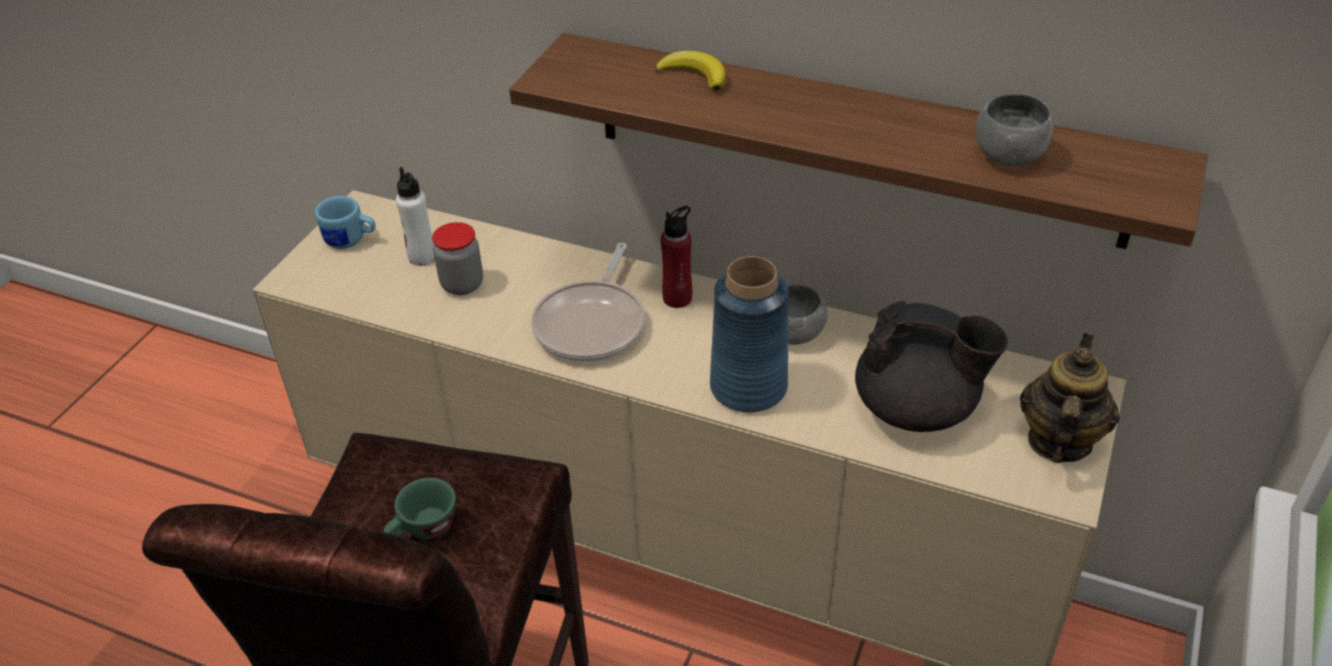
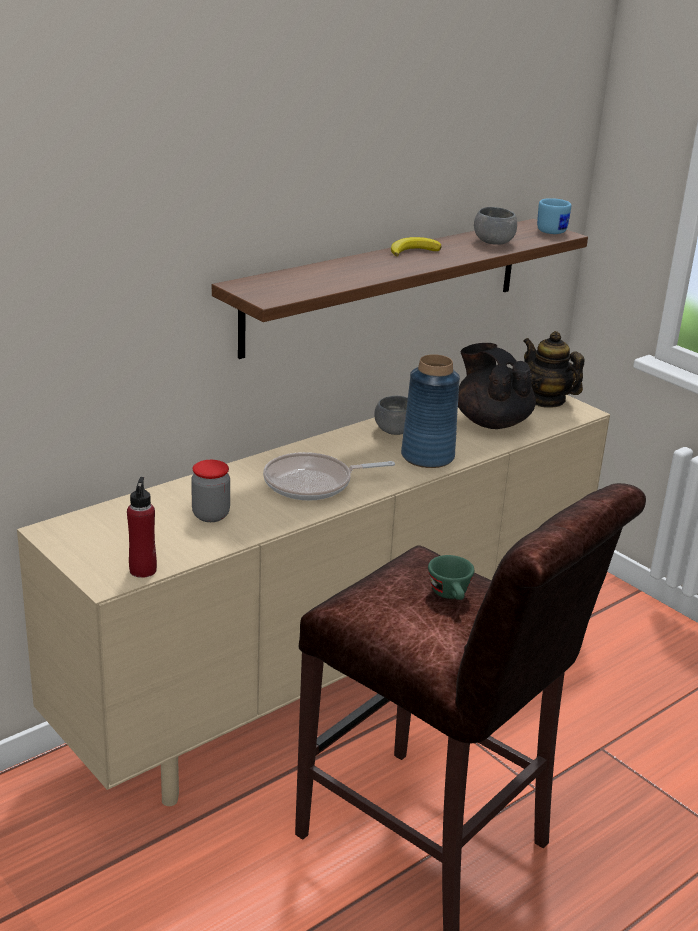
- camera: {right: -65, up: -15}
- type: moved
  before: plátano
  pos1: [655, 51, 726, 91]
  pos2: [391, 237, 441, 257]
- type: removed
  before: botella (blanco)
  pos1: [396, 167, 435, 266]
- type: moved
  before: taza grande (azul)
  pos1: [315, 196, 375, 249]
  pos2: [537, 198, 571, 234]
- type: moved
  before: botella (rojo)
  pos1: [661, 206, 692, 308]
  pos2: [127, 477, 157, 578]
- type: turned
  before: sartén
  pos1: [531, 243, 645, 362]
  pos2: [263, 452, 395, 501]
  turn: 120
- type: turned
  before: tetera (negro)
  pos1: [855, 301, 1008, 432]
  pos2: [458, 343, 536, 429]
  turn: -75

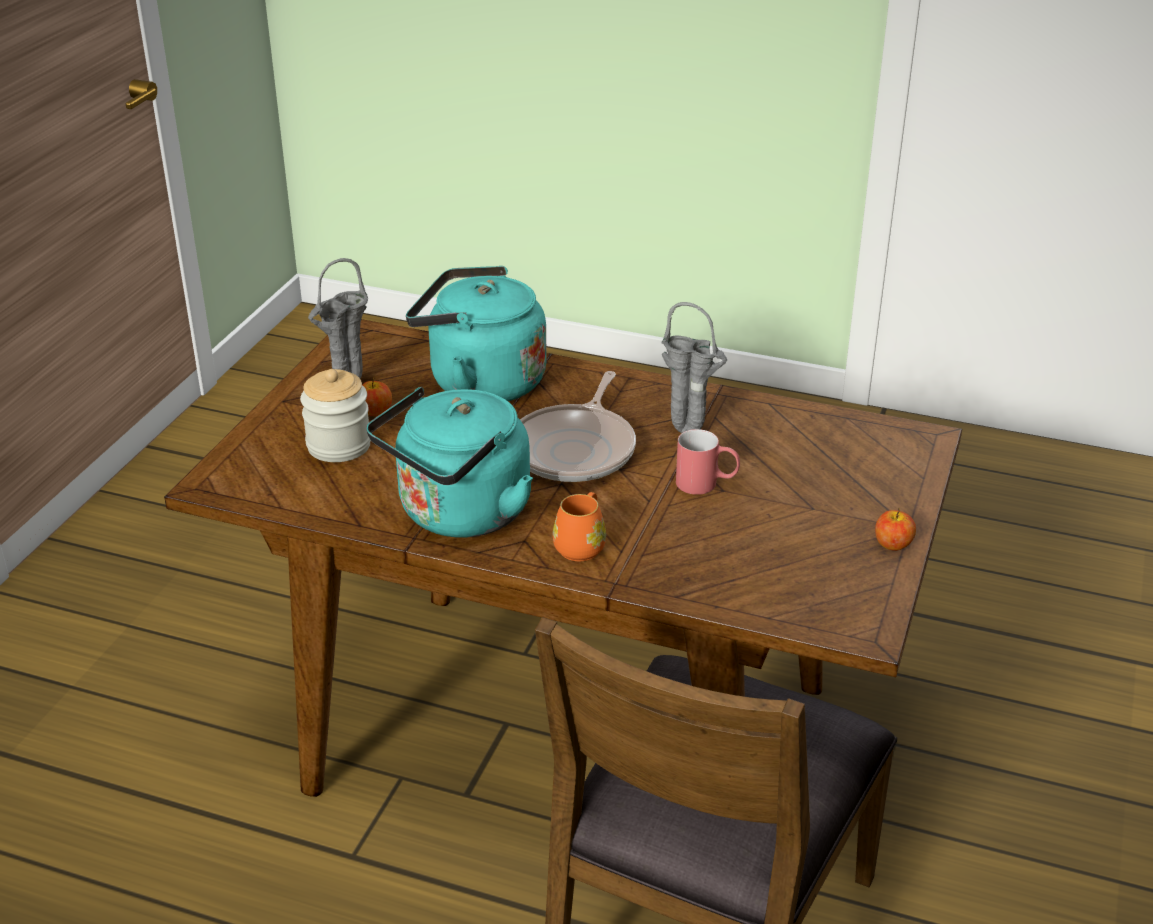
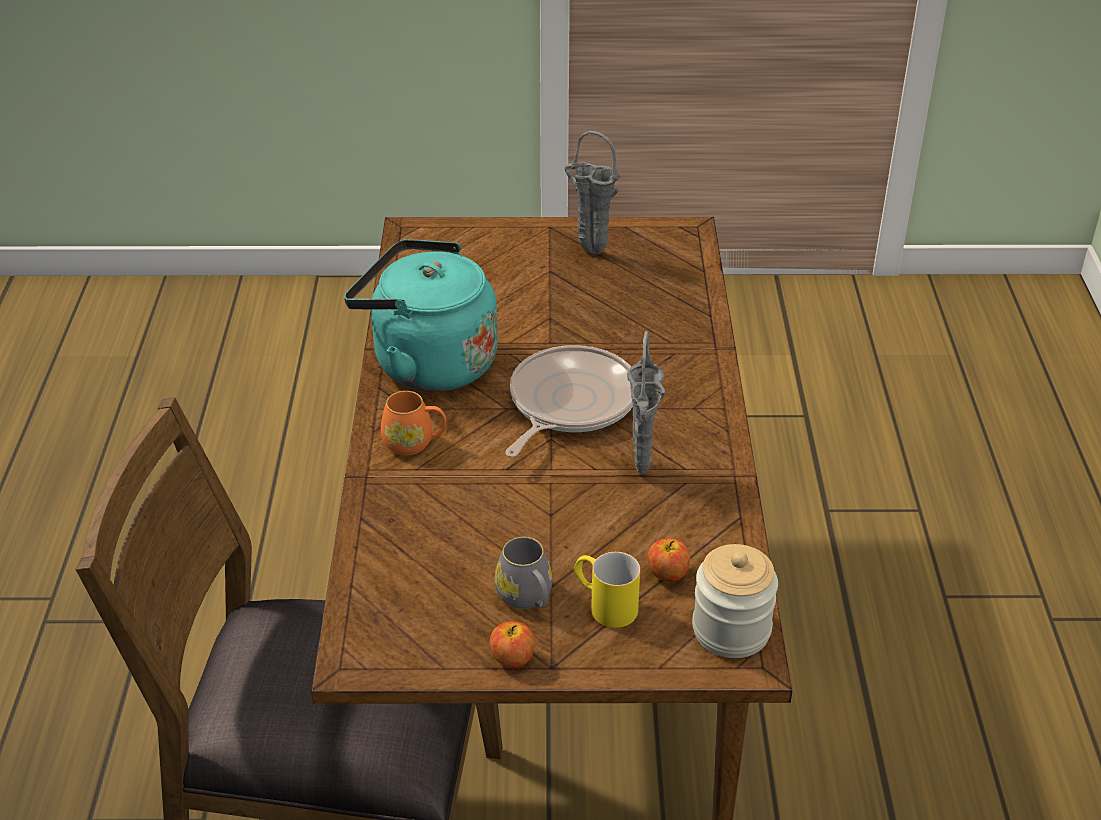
- camera: {right: 70, up: 5}
- type: removed
  before: hervidor (turquesa)
  pos1: [406, 266, 547, 401]
- type: moved
  before: tarro
  pos1: [300, 369, 371, 462]
  pos2: [692, 544, 778, 658]
- type: turned
  before: sartén
  pos1: [520, 371, 636, 482]
  pos2: [505, 345, 633, 457]
  turn: 120
- type: moved
  before: manzana
  pos1: [362, 378, 392, 416]
  pos2: [647, 538, 690, 582]
- type: removed
  before: taza grande (rojo)
  pos1: [676, 429, 740, 495]
- type: added
  after: taza grande (gris)
  pos2: [495, 537, 553, 609]
- type: added
  after: taza grande (amarillo)
  pos2: [574, 552, 640, 628]

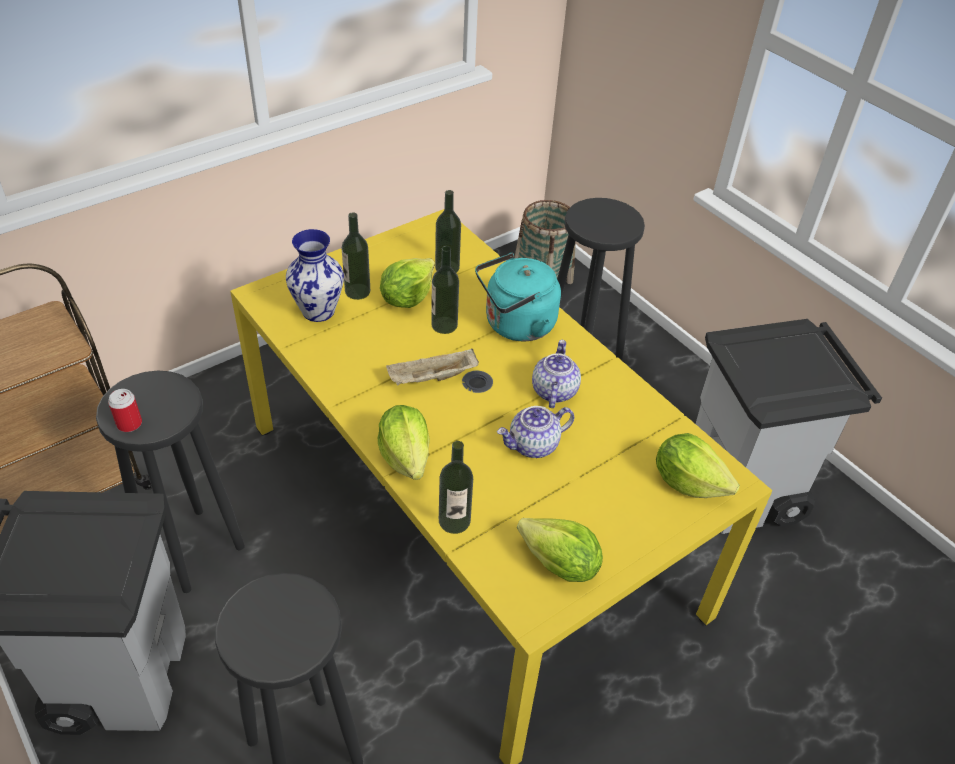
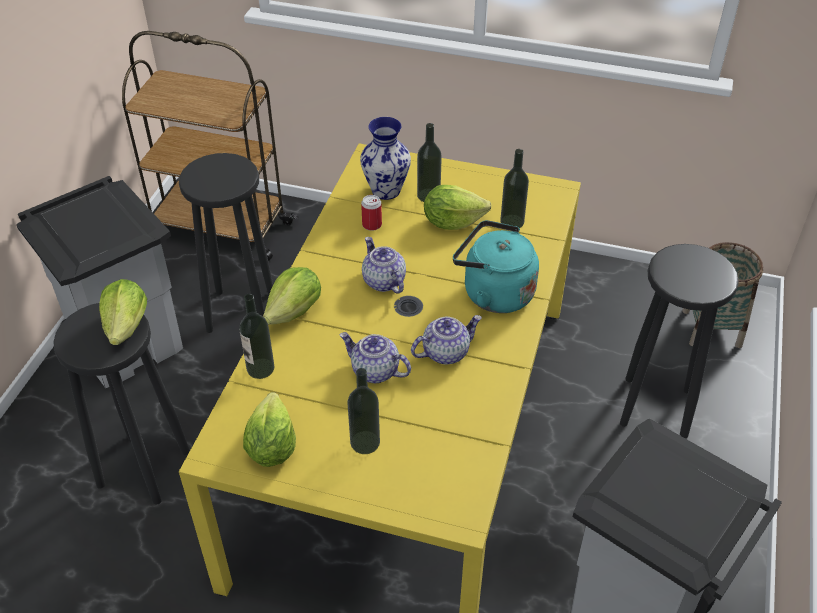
- camera: {right: 55, up: 0}
- type: moved
  before: botella
  pos1: [431, 246, 459, 334]
  pos2: [348, 368, 380, 454]
- type: replaced
  before: bandeja (beis)
  after: tetera
  pos1: [386, 348, 479, 385]
  pos2: [362, 237, 406, 294]
- type: moved
  before: lata
  pos1: [108, 389, 142, 432]
  pos2: [361, 195, 382, 231]
- type: moved
  before: lechuga
  pos1: [656, 433, 740, 498]
  pos2: [99, 279, 147, 345]

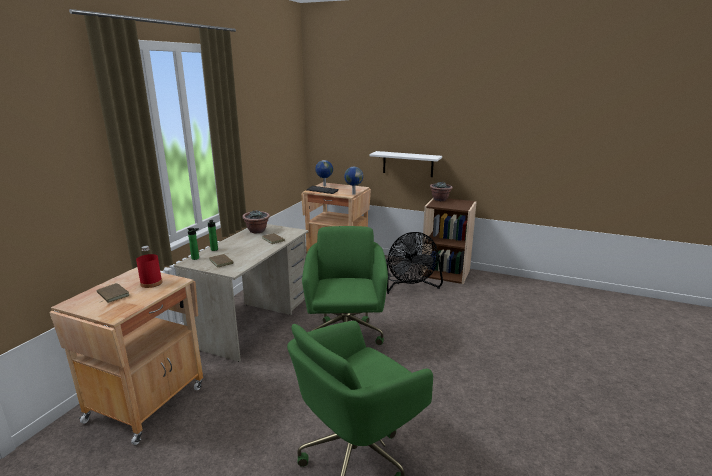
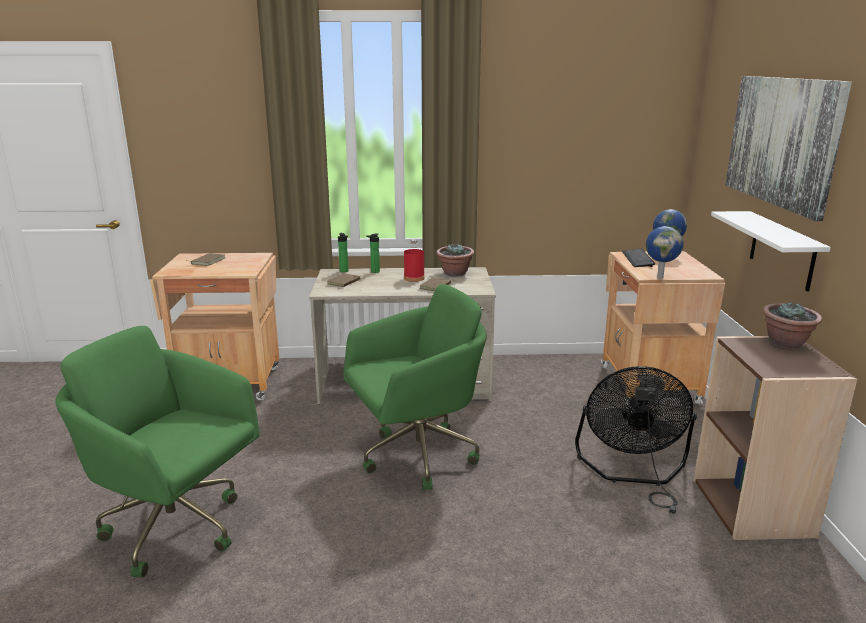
- camera: {right: 65, up: 0}
- type: turned
  before: ventilador (negro)
  pos1: [386, 232, 443, 294]
  pos2: [575, 366, 697, 514]
  turn: 135
- type: moved
  before: botella (rojo)
  pos1: [136, 246, 163, 288]
  pos2: [404, 239, 425, 282]
- type: added
  after: cuadro
  pos2: [725, 76, 852, 221]

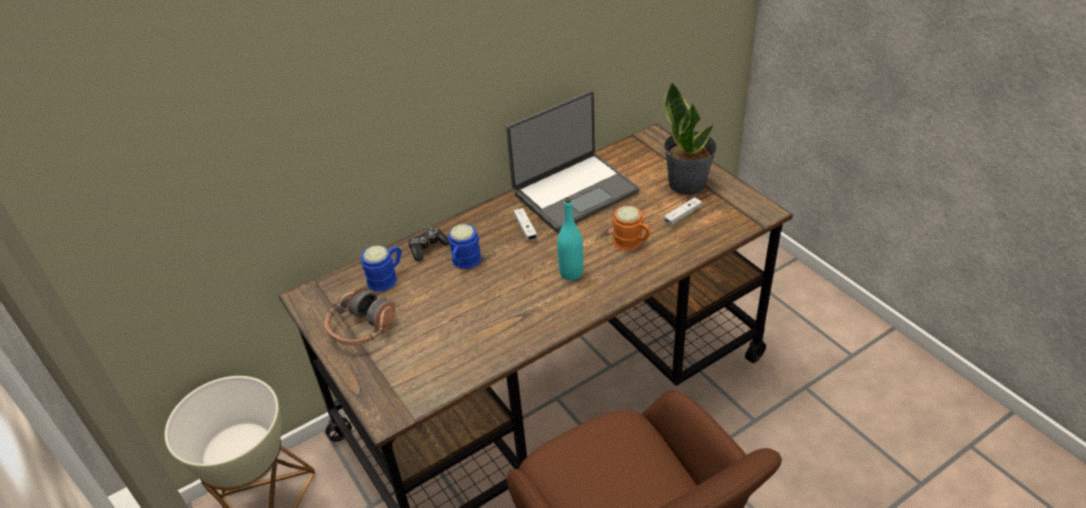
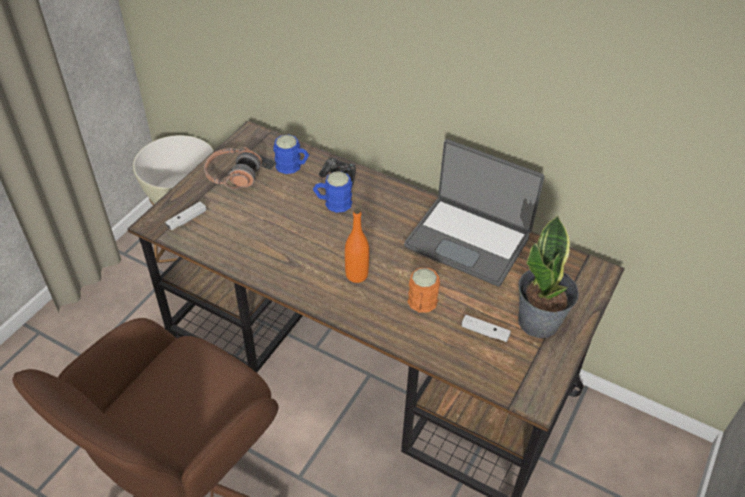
- camera: {right: 60, up: 5}
- type: recoloured
  before: botella (turquesa)
  after: botella (naranja)
  pos1: [557, 197, 583, 280]
  pos2: [345, 208, 369, 283]
- type: moved
  before: mando de consola (blanco)
  pos1: [514, 208, 537, 240]
  pos2: [165, 202, 206, 230]

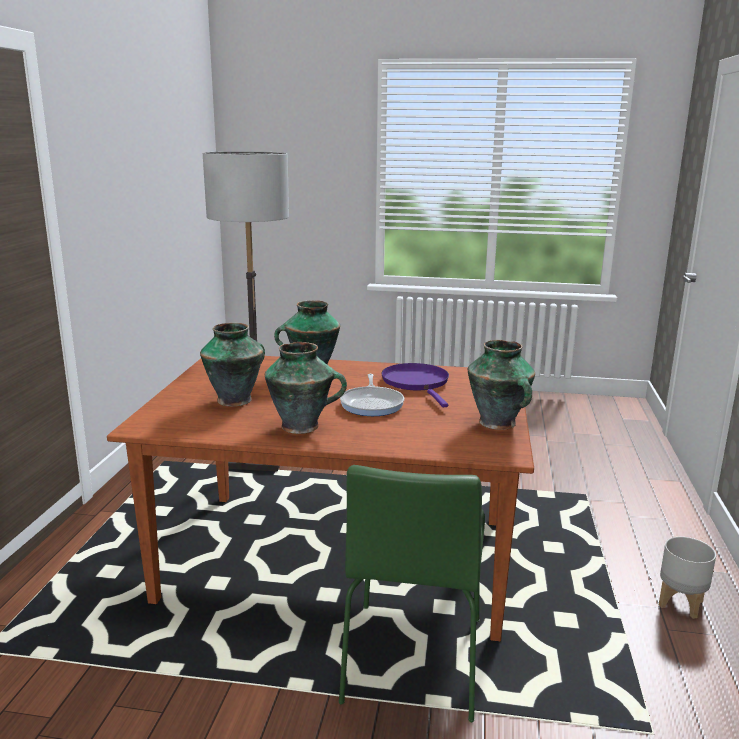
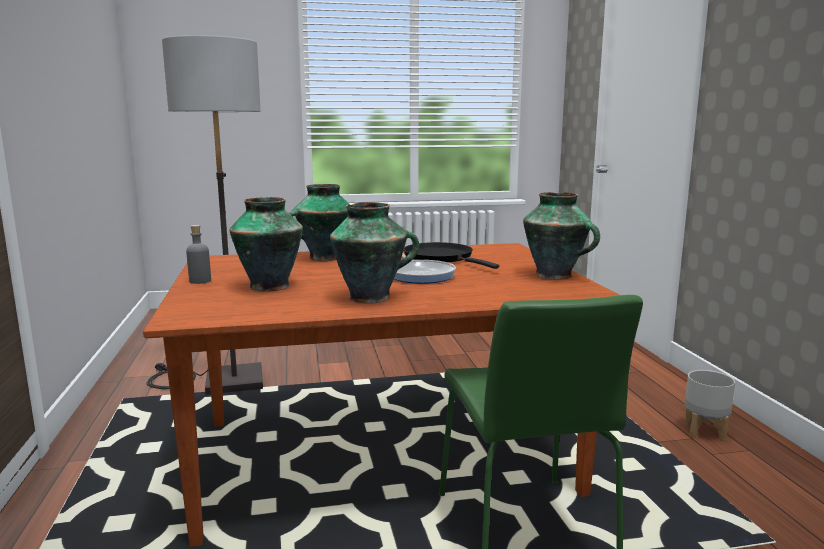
- camera: {right: -20, up: -5}
- type: recoloured
  before: sartén (morado)
  after: sartén (negro)
  pos1: [381, 363, 449, 407]
  pos2: [404, 242, 499, 269]
- type: added
  after: botella (gris)
  pos2: [186, 225, 211, 284]

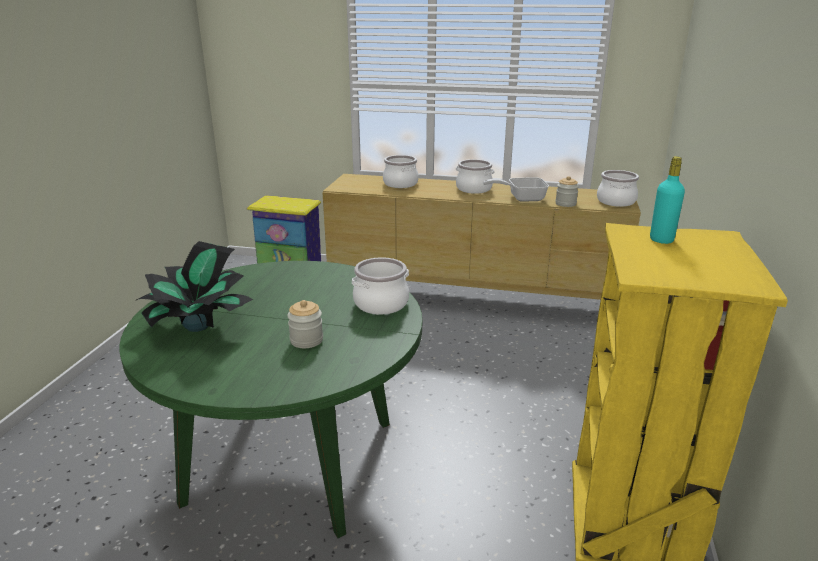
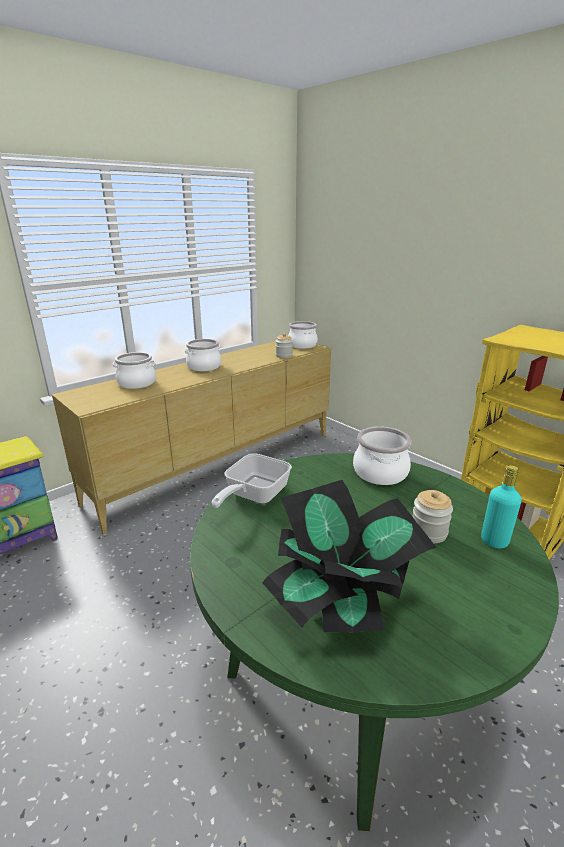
- camera: {right: -55, up: 0}
- type: moved
  before: botella (turquesa)
  pos1: [650, 156, 685, 244]
  pos2: [481, 465, 522, 548]
- type: moved
  before: sartén
  pos1: [483, 177, 549, 202]
  pos2: [211, 453, 292, 508]

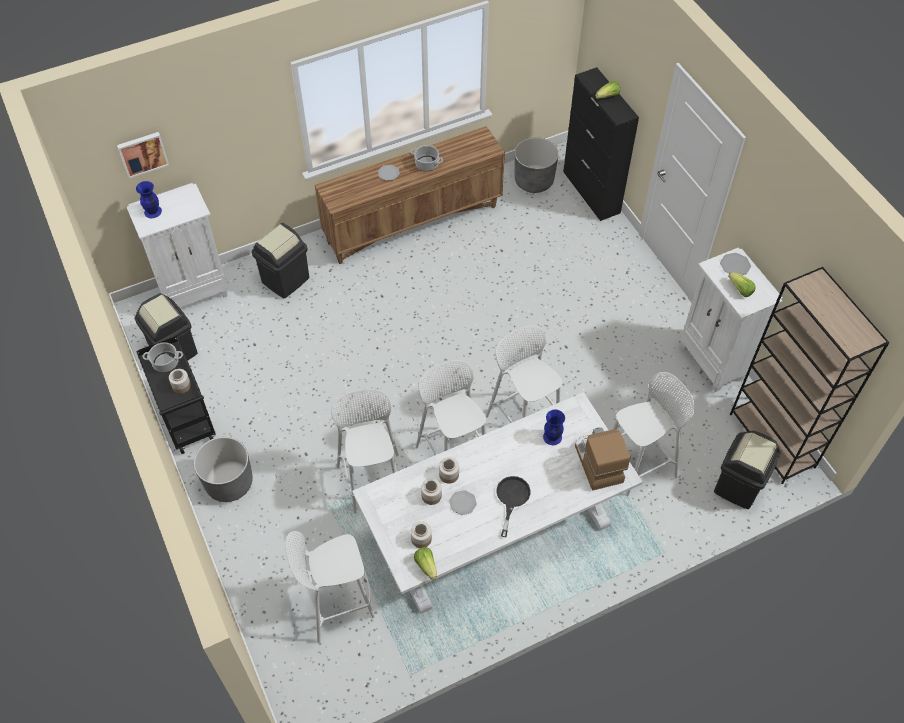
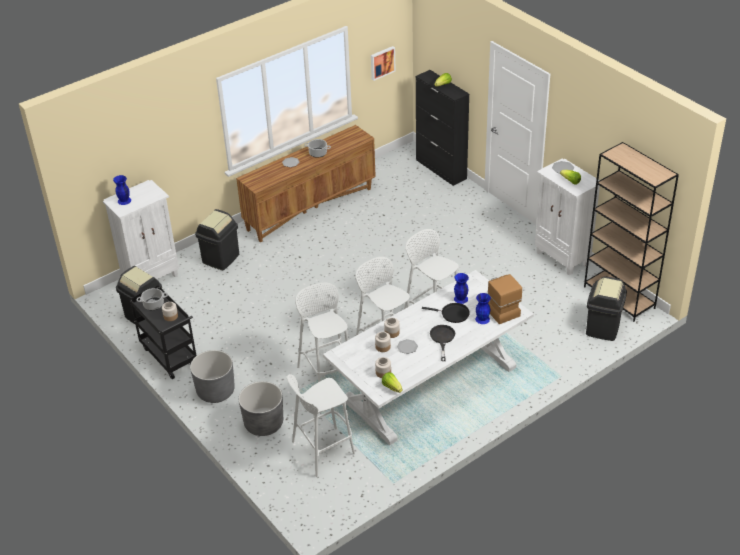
- camera: {right: -10, up: -15}
- type: moved
  before: cuadro
  pos1: [117, 132, 169, 179]
  pos2: [371, 46, 396, 81]
- type: moved
  before: maceta (gris)
  pos1: [514, 137, 559, 193]
  pos2: [239, 381, 283, 436]
- type: removed
  before: taburete (blanco)
  pos1: [613, 372, 695, 496]
- type: added
  after: florero (azul)
  pos2: [475, 293, 491, 324]
- type: added
  after: sartén (negro)
  pos2: [422, 303, 470, 323]

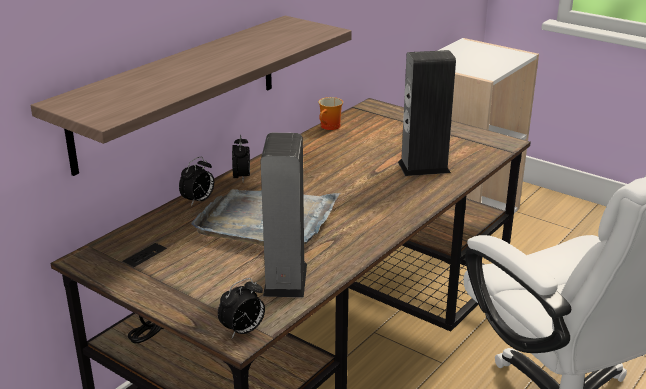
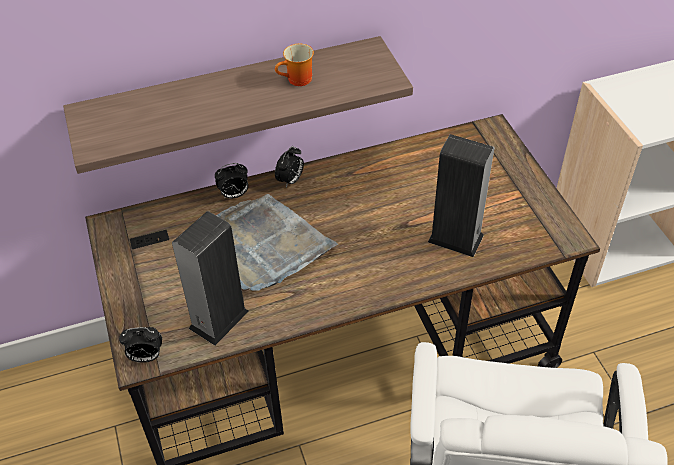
- camera: {right: 35, up: 20}
- type: moved
  before: taza grande
  pos1: [318, 97, 343, 130]
  pos2: [275, 44, 314, 86]

